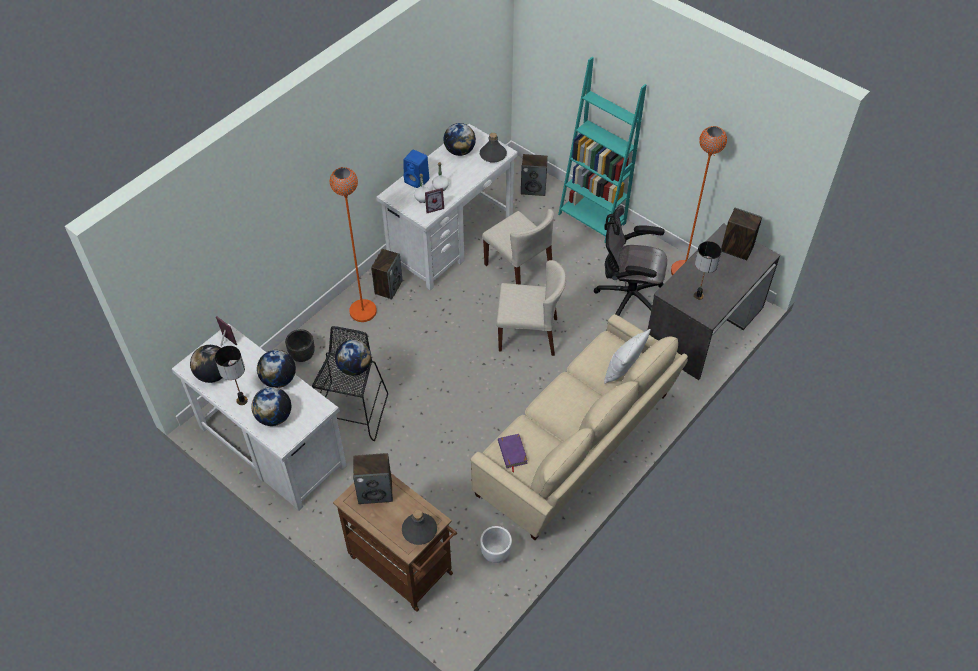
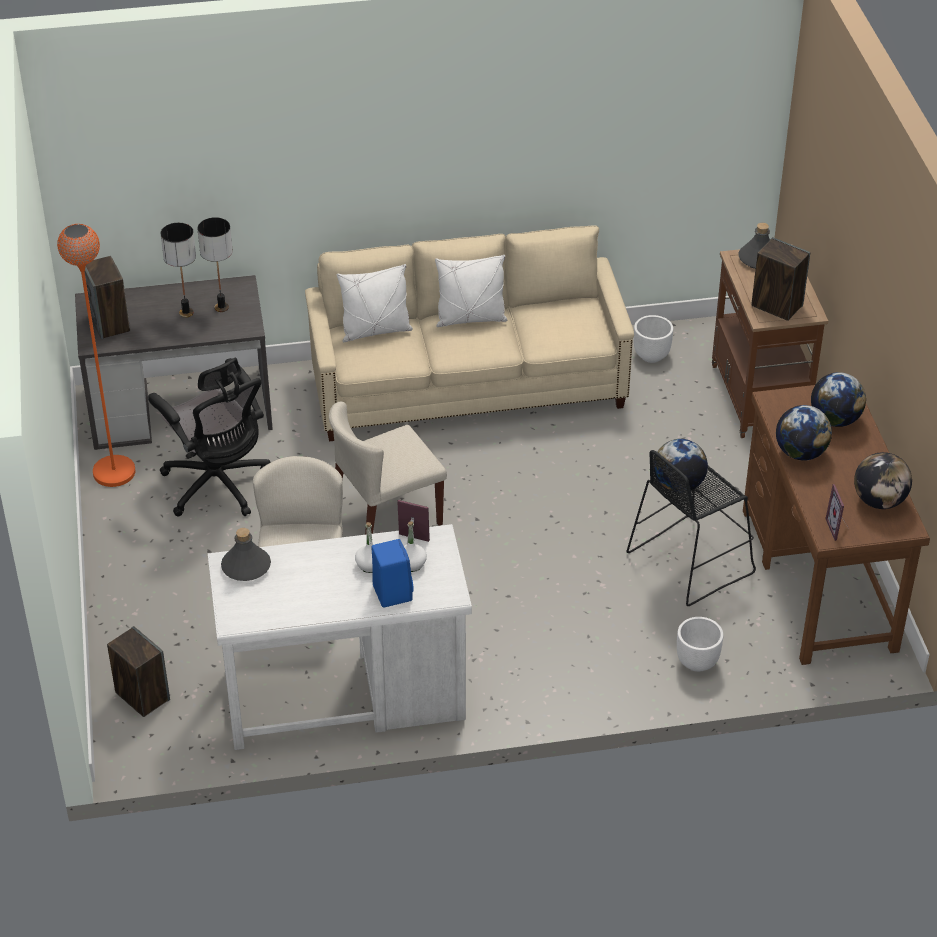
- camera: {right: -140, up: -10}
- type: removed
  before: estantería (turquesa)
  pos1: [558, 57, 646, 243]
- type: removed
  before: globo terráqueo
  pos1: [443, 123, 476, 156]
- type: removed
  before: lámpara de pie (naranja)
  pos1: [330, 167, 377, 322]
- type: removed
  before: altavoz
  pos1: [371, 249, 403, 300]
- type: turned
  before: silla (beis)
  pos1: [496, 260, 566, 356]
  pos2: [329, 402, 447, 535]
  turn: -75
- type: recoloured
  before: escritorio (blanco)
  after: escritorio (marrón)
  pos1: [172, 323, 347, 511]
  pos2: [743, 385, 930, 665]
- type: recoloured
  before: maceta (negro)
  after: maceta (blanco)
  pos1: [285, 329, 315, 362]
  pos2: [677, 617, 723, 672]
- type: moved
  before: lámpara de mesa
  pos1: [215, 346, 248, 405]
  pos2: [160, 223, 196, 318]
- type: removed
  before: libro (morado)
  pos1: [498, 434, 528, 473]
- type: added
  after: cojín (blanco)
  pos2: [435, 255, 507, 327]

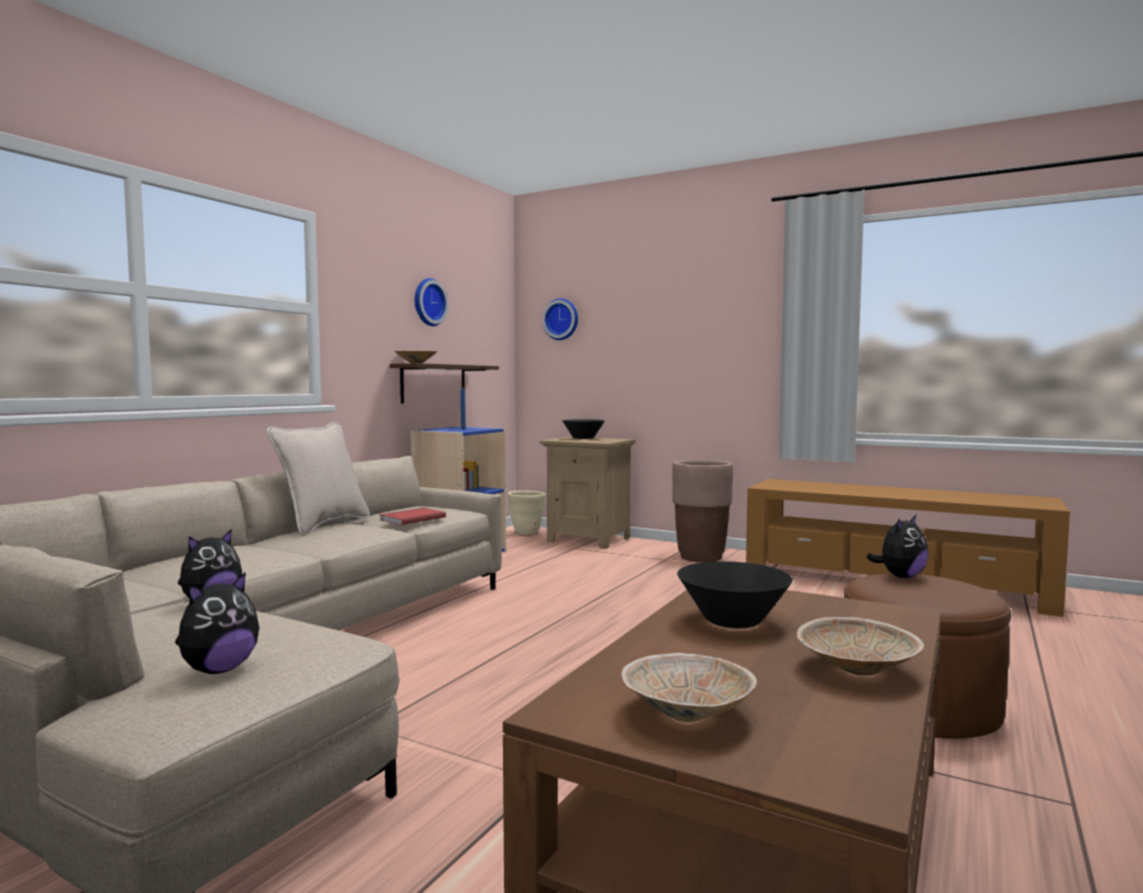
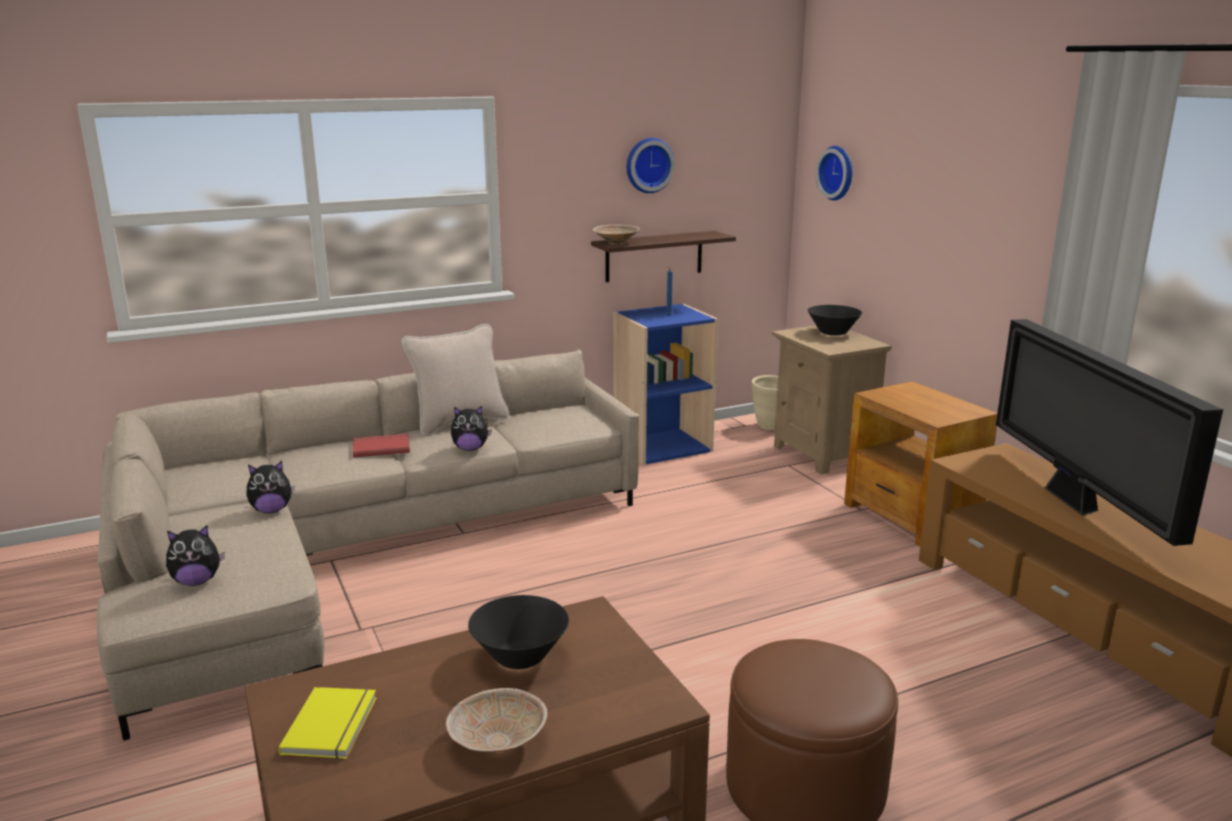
- camera: {right: 35, up: 15}
- type: replaced
  before: maceta (marrón)
  after: mesa auxiliar (marrón)
  pos1: [672, 460, 733, 562]
  pos2: [844, 381, 997, 546]
- type: moved
  before: libro (rojo)
  pos1: [379, 508, 446, 525]
  pos2: [353, 434, 410, 458]
- type: moved
  before: peluche
  pos1: [866, 514, 928, 578]
  pos2: [451, 406, 492, 451]
- type: replaced
  before: cuenco (beis)
  after: libro (amarillo)
  pos1: [621, 653, 757, 722]
  pos2: [278, 687, 377, 759]
- type: added
  after: televisor
  pos2: [996, 319, 1223, 546]

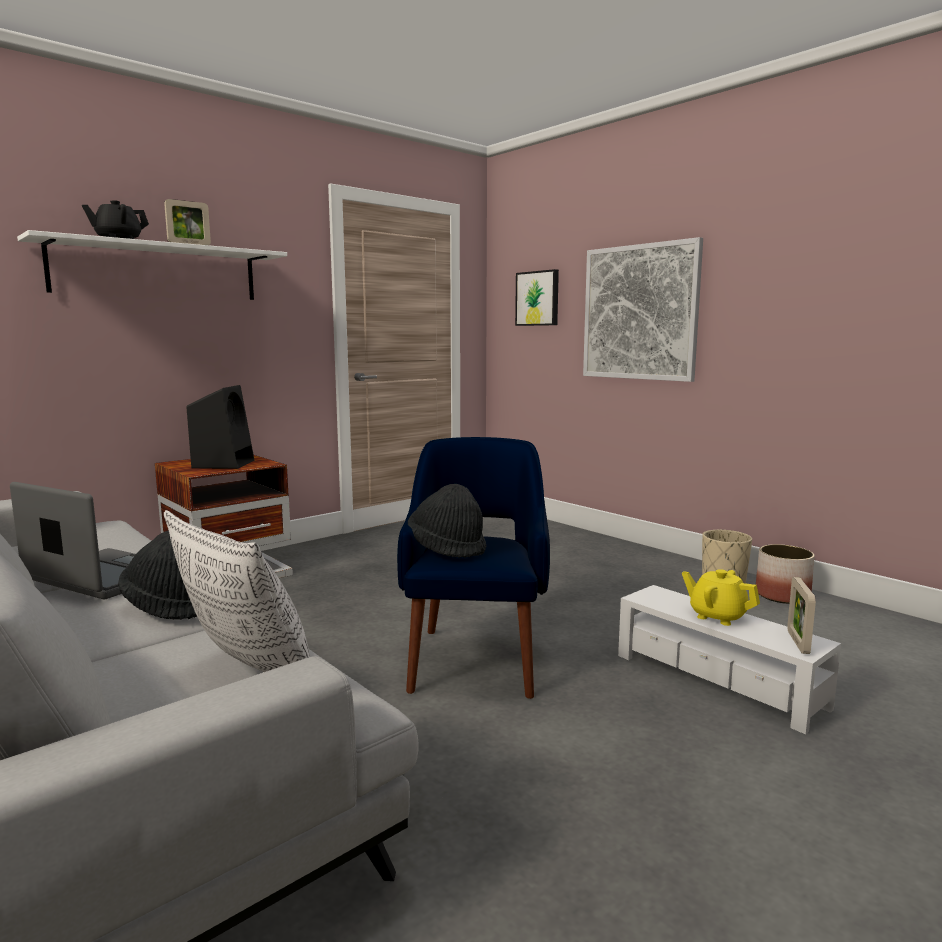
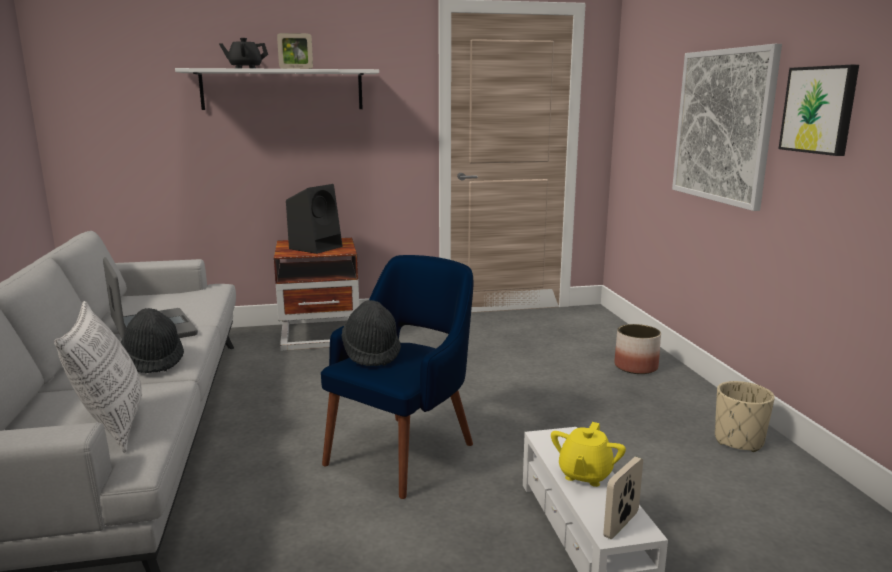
- camera: {right: 30, up: 5}
- type: moved
  before: cuadro
  pos1: [515, 269, 559, 326]
  pos2: [779, 65, 859, 156]
- type: moved
  before: maceta
  pos1: [756, 544, 815, 604]
  pos2: [615, 324, 661, 374]
- type: turned
  before: tetera (amarillo)
  pos1: [682, 569, 760, 626]
  pos2: [551, 422, 626, 487]
  turn: -135

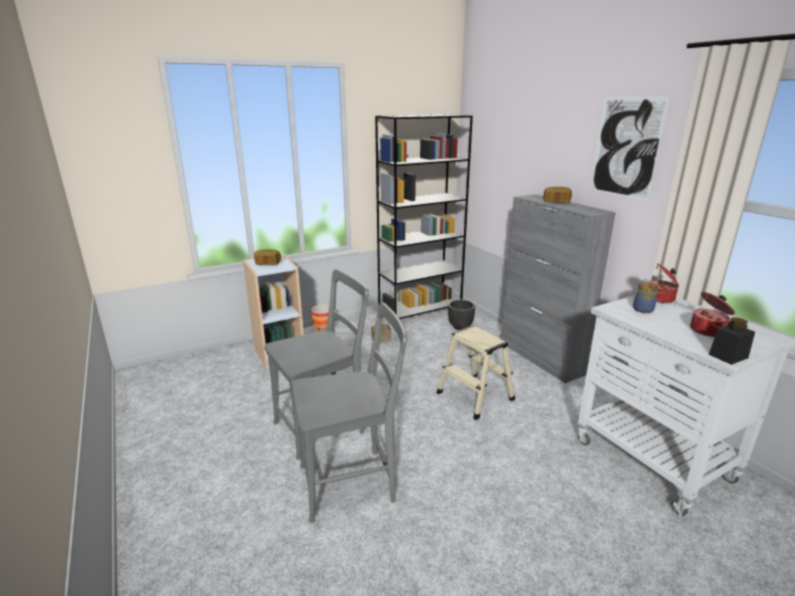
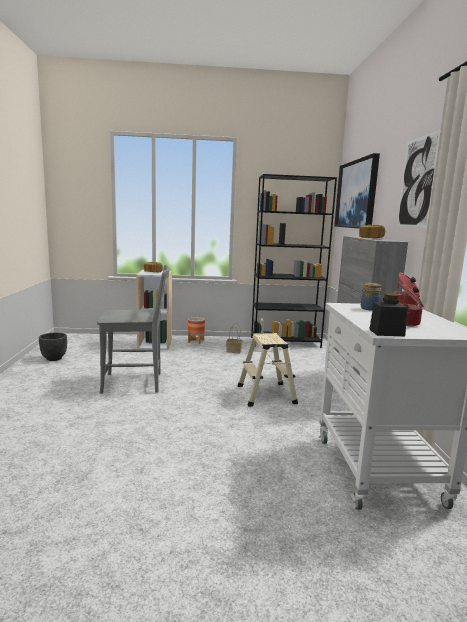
- camera: {right: 25, up: -10}
- type: moved
  before: maceta (negro)
  pos1: [448, 300, 475, 330]
  pos2: [39, 333, 67, 361]
- type: removed
  before: silla (gris)
  pos1: [292, 303, 407, 523]
- type: added
  after: cuadro
  pos2: [334, 153, 380, 228]

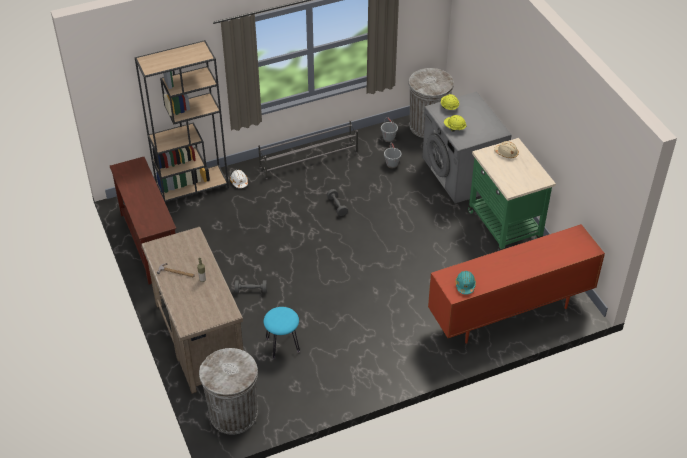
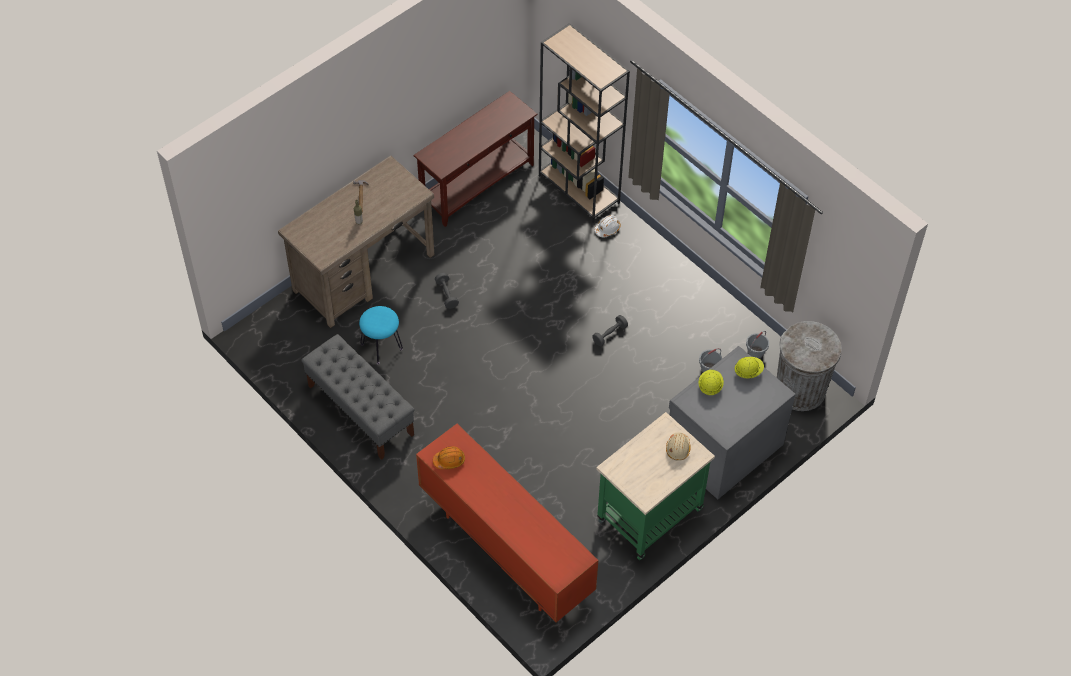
- camera: {right: 70, up: 10}
- type: removed
  before: zapatero (gris)
  pos1: [258, 120, 358, 179]
- type: recoloured
  before: casco (turquesa)
  after: casco (naranja)
  pos1: [455, 271, 476, 295]
  pos2: [433, 446, 465, 469]
- type: removed
  before: papelera (gris)
  pos1: [199, 348, 258, 435]
- type: added
  after: banco (gris)
  pos2: [301, 334, 415, 460]

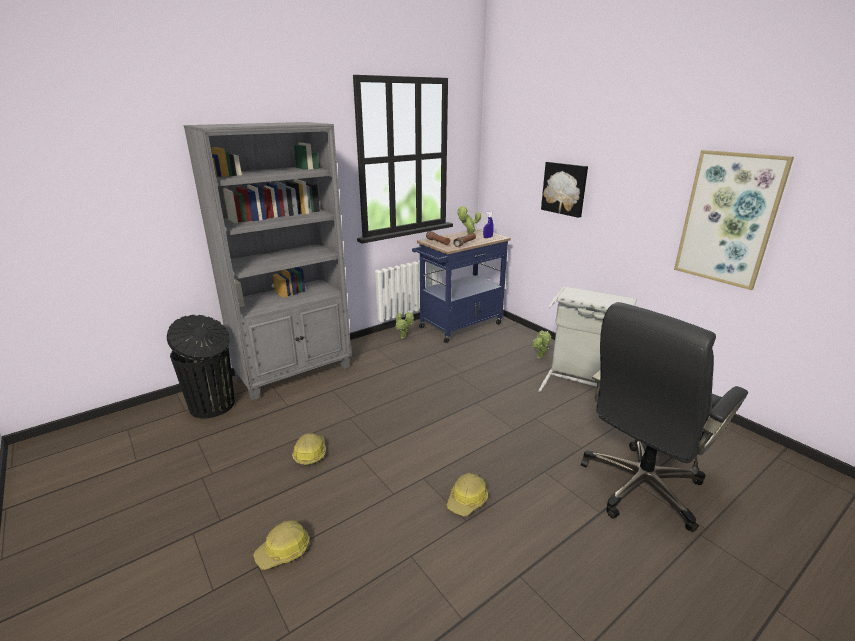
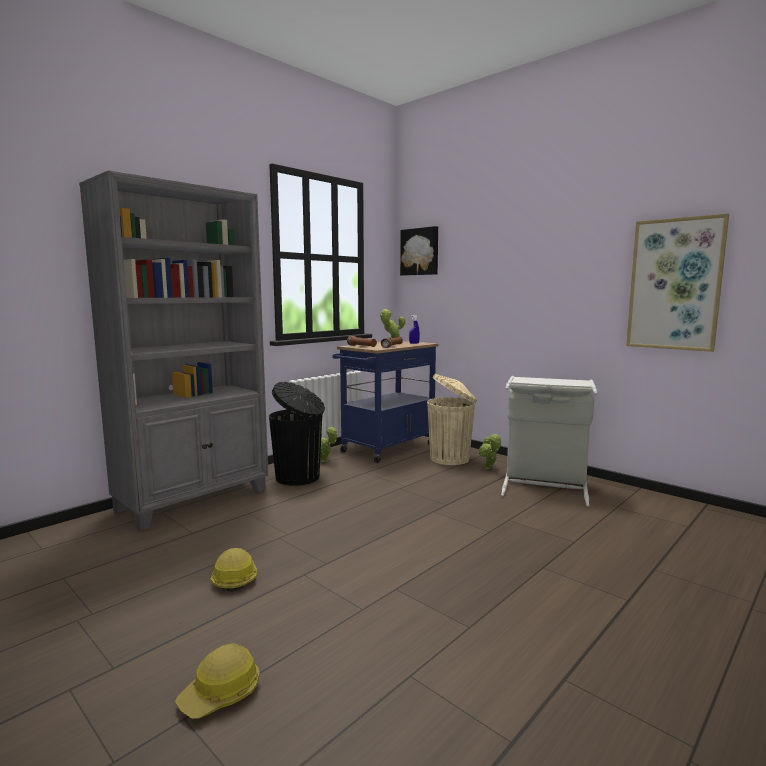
- camera: {right: -10, up: -15}
- type: moved
  before: cuadro
  pos1: [541, 162, 588, 218]
  pos2: [400, 226, 438, 276]
- type: removed
  before: silla de oficina (negro)
  pos1: [581, 302, 748, 532]
- type: moved
  before: papelera (negro)
  pos1: [167, 315, 235, 418]
  pos2: [269, 382, 325, 486]
- type: removed
  before: casco
  pos1: [447, 473, 488, 516]
- type: added
  after: papelera (beis)
  pos2: [427, 374, 477, 465]

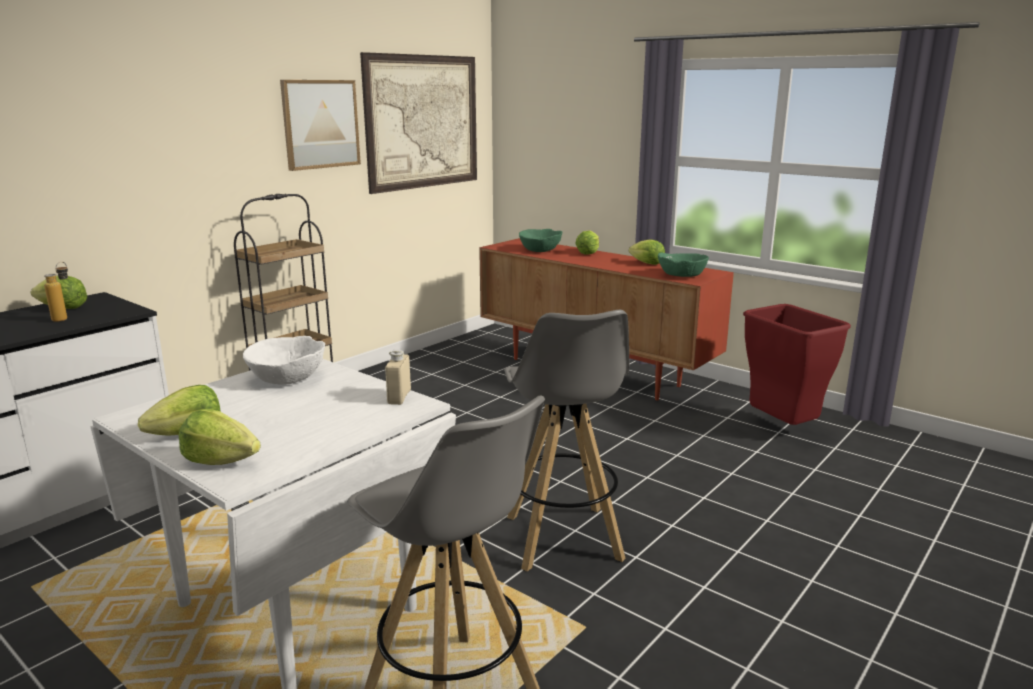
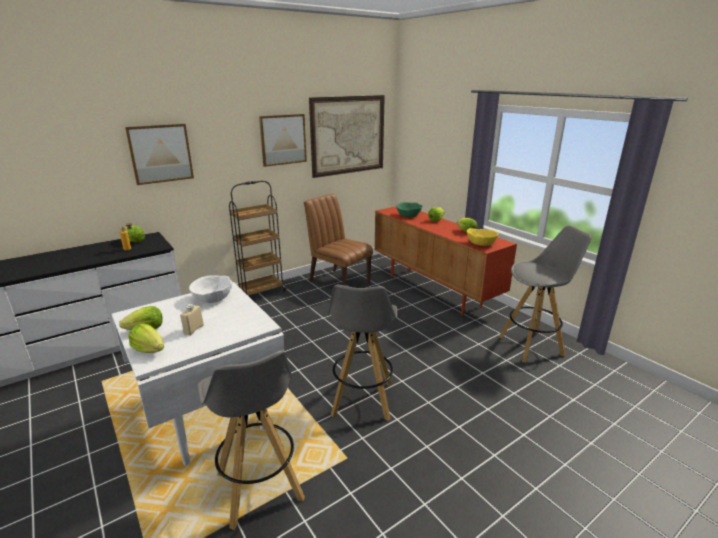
- camera: {right: 15, up: 5}
- type: recoloured
  before: cuenco (verde)
  after: cuenco (amarillo)
  pos1: [658, 253, 709, 277]
  pos2: [467, 228, 498, 246]
- type: replaced
  before: papelera (rojo)
  after: taburete (gris)
  pos1: [743, 304, 851, 425]
  pos2: [499, 226, 592, 363]
- type: moved
  before: botella (beis)
  pos1: [385, 349, 411, 405]
  pos2: [180, 304, 204, 335]
- type: added
  after: cuadro
  pos2: [125, 124, 194, 185]
- type: added
  after: silla (marrón)
  pos2: [304, 194, 373, 286]

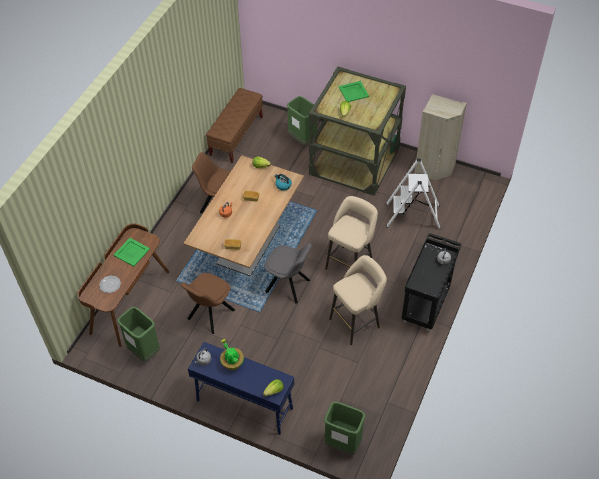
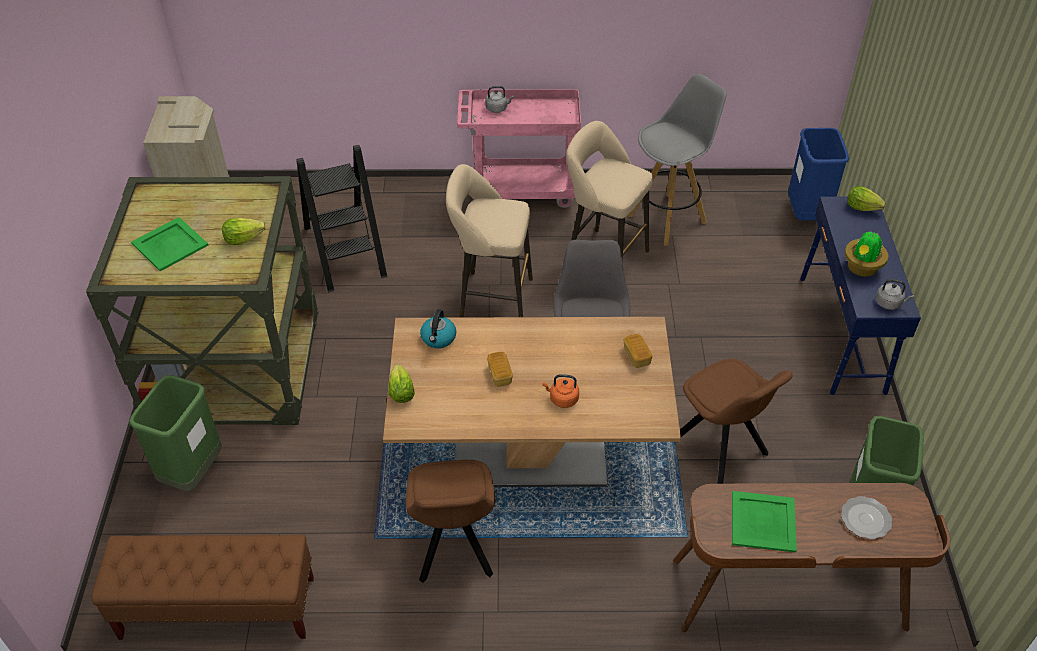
- camera: {right: -115, up: -5}
- type: recoloured
  before: escalera de tijera (blanco)
  after: escalera de tijera (negro)
  pos1: [386, 158, 441, 229]
  pos2: [296, 145, 387, 292]
- type: recoloured
  before: carrito (negro)
  after: carrito (rosa)
  pos1: [402, 233, 461, 331]
  pos2: [457, 89, 581, 208]
- type: turned
  before: silla (marrón)
  pos1: [181, 273, 235, 334]
  pos2: [680, 359, 793, 484]
  turn: 45
- type: recoloured
  before: papelera (verde)
  after: papelera (azul)
  pos1: [324, 402, 365, 455]
  pos2: [788, 128, 849, 220]
- type: added
  after: taburete (gris)
  pos2: [628, 74, 726, 246]

